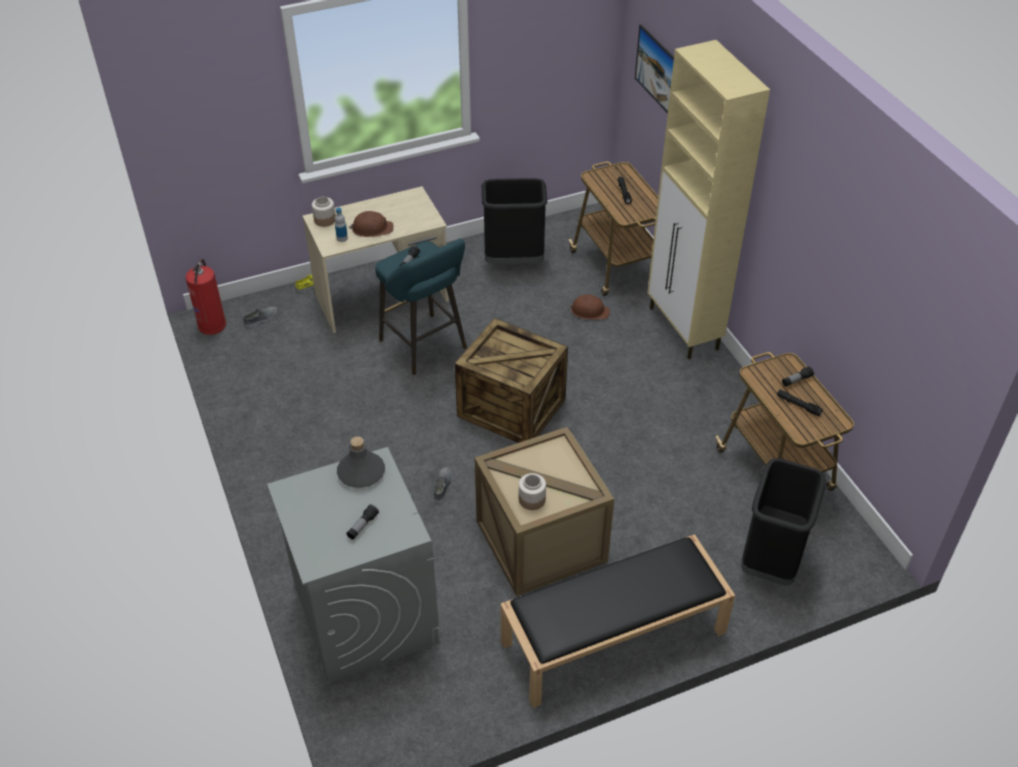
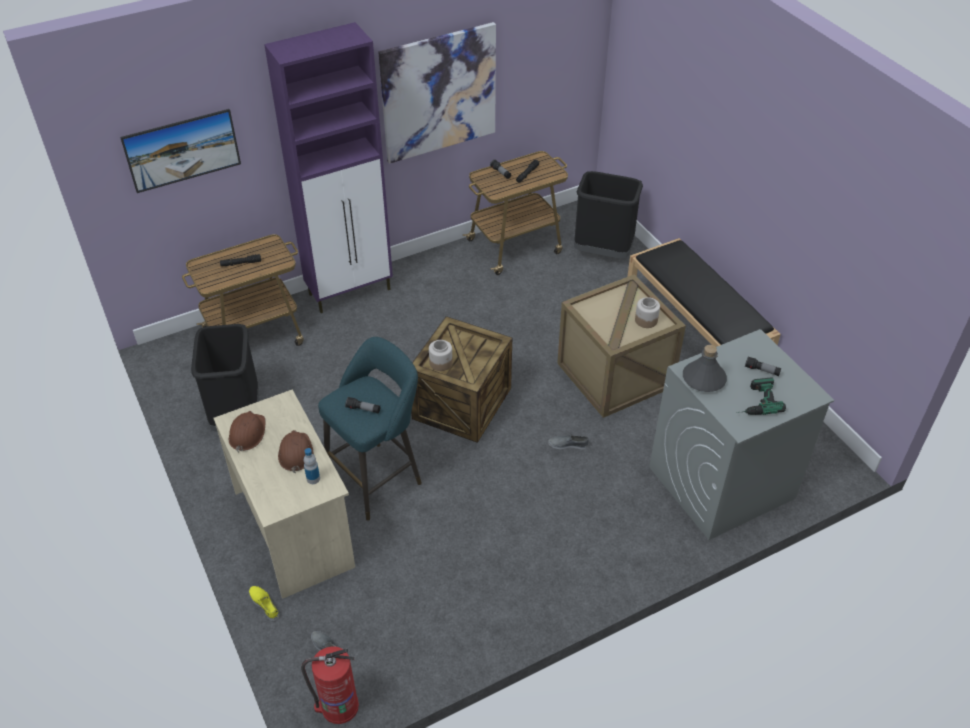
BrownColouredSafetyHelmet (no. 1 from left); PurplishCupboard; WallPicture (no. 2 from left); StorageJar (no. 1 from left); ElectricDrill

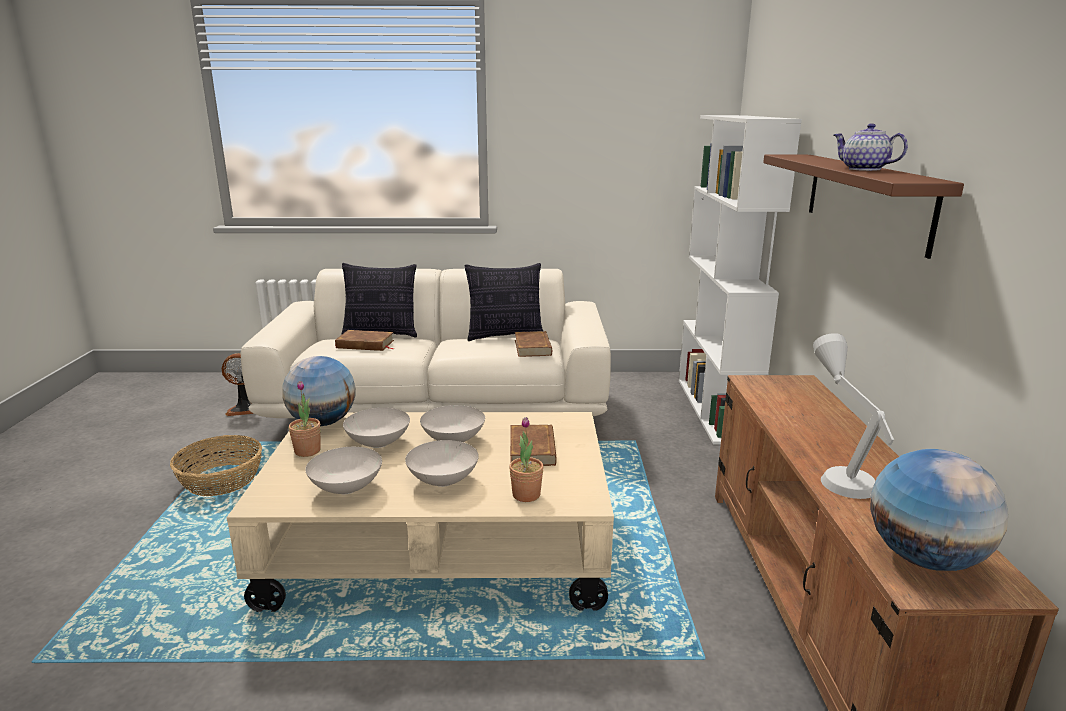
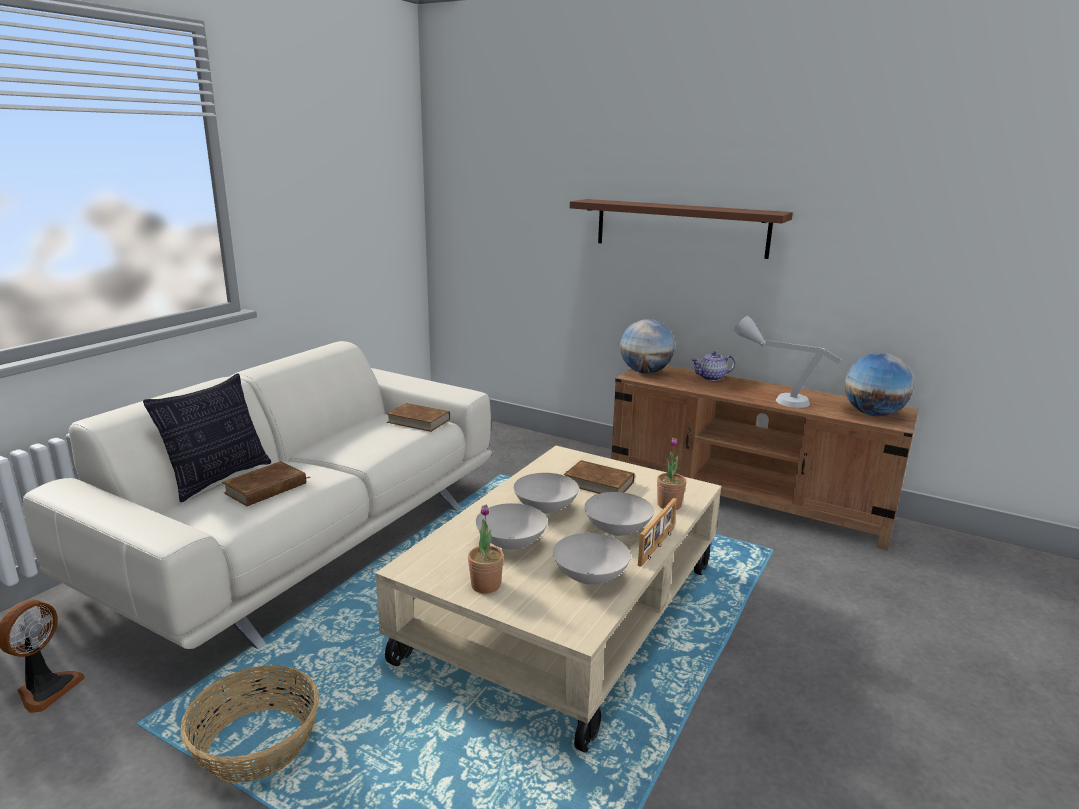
Globe (no. 1 from left); PictureFrame; TeaPot; Cushion (no. 2 from left in the first image); WhiteBookcase

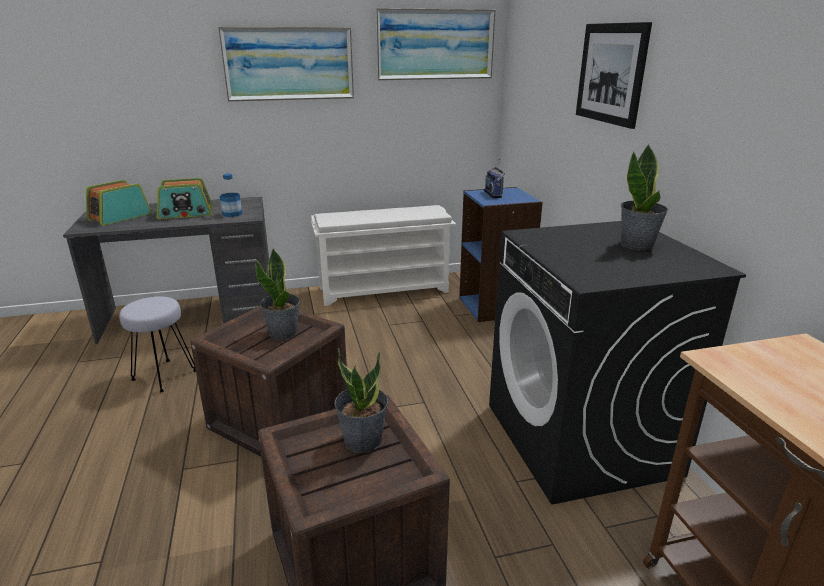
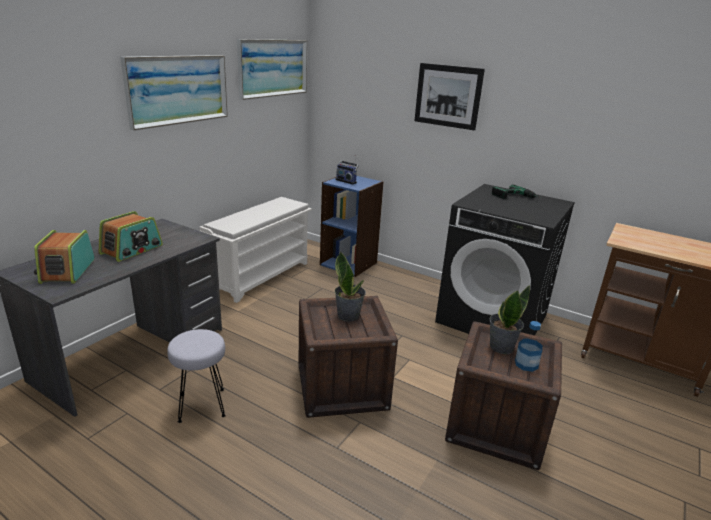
ElectricDrill; DrinkBottle

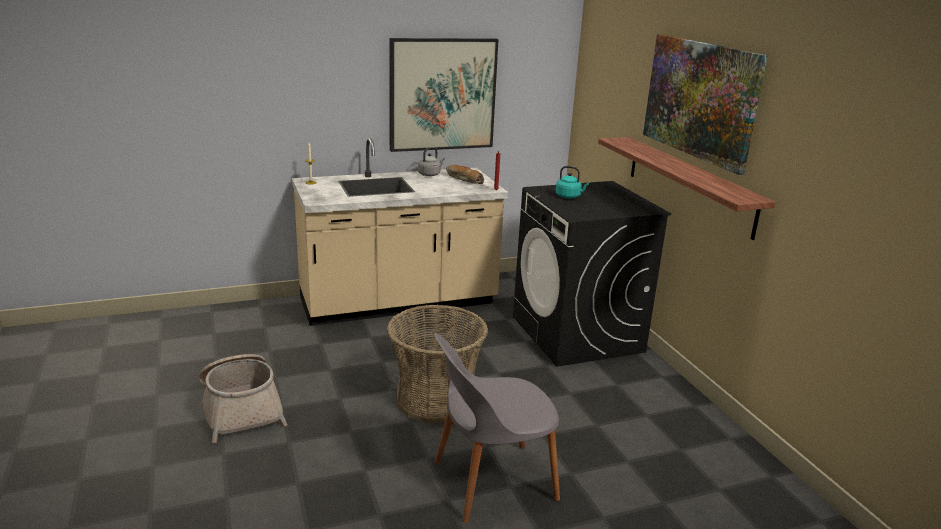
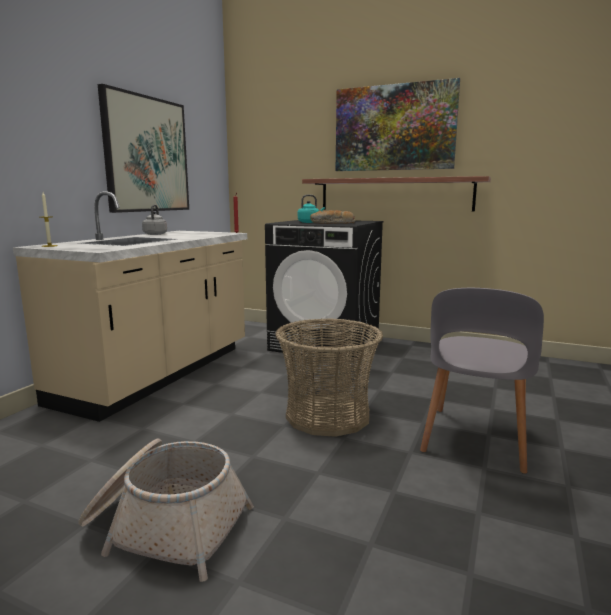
Bread

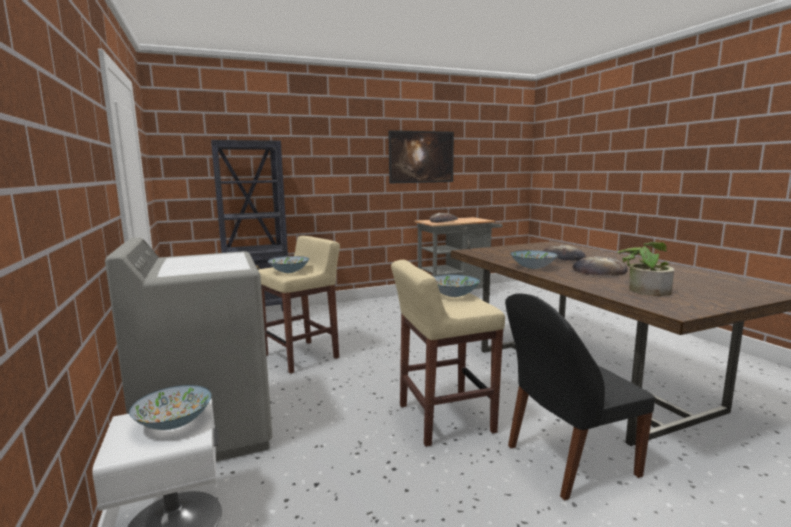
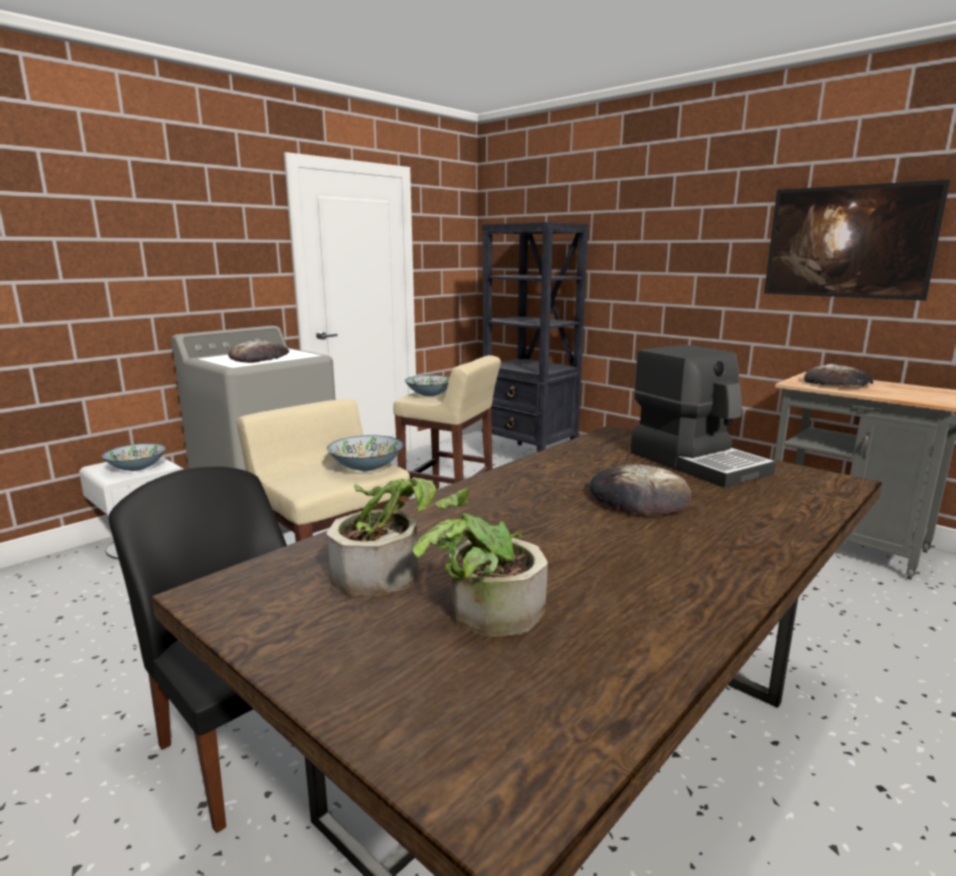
Bread (no. 1 from left); PlantInAPot (no. 2 from left); CoffeeMachine; ServingBowl (no. 4 from left in the first image)

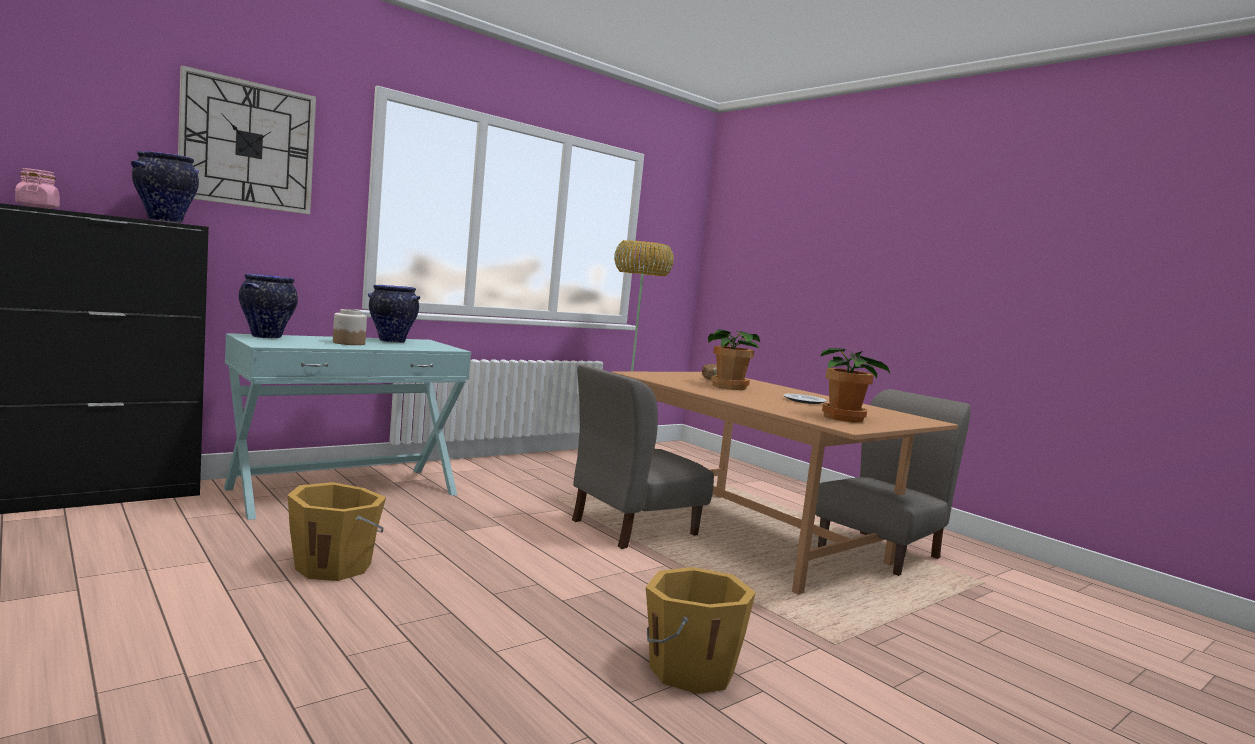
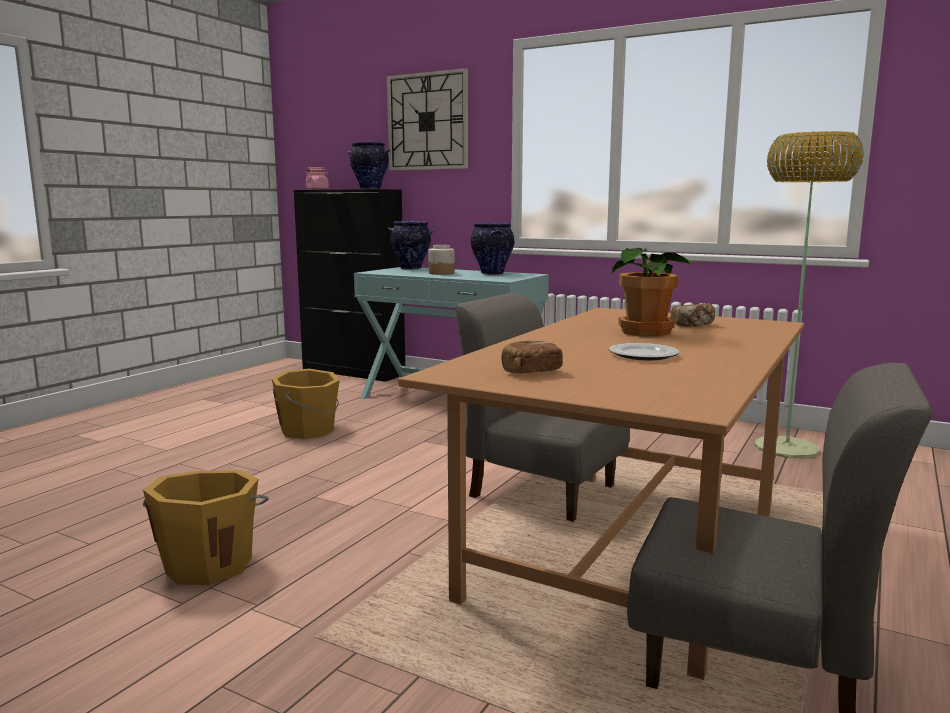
Bread (no. 1 from left)

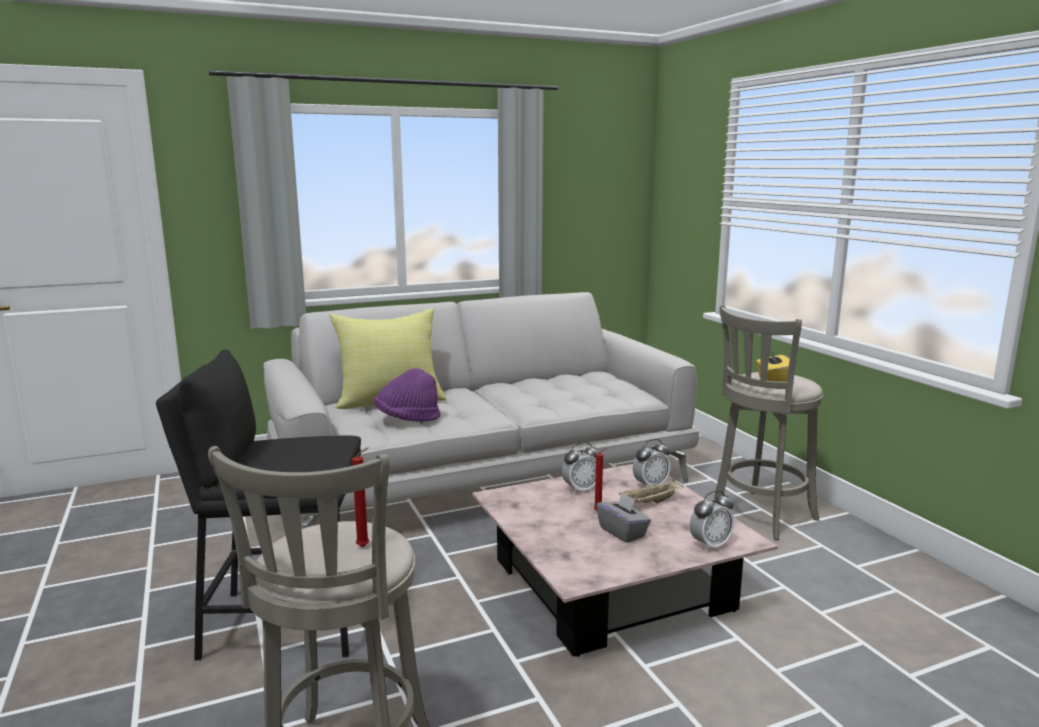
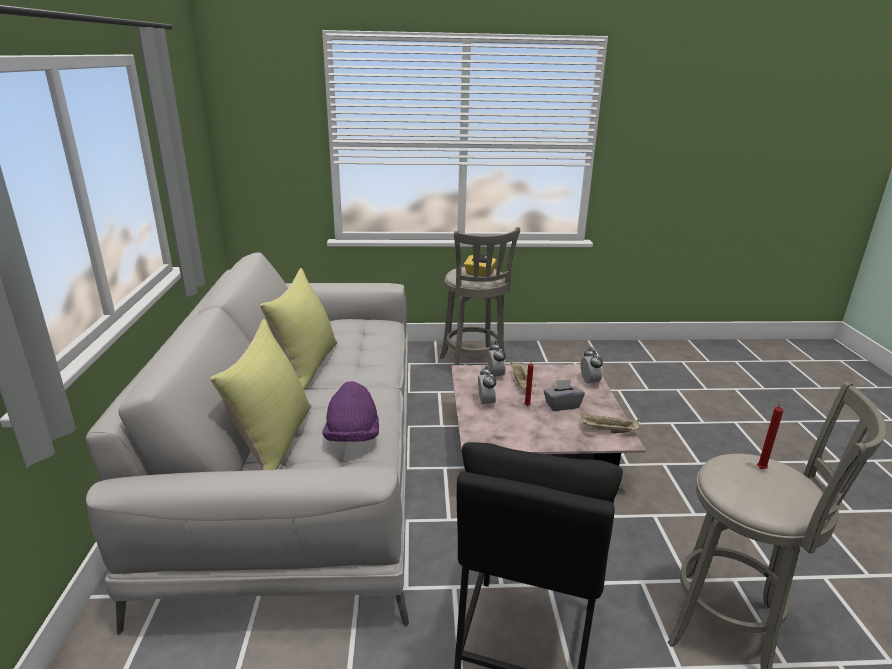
YellowColouredCushion (no. 2 from left); SandColouredServingTray (no. 2 from left)

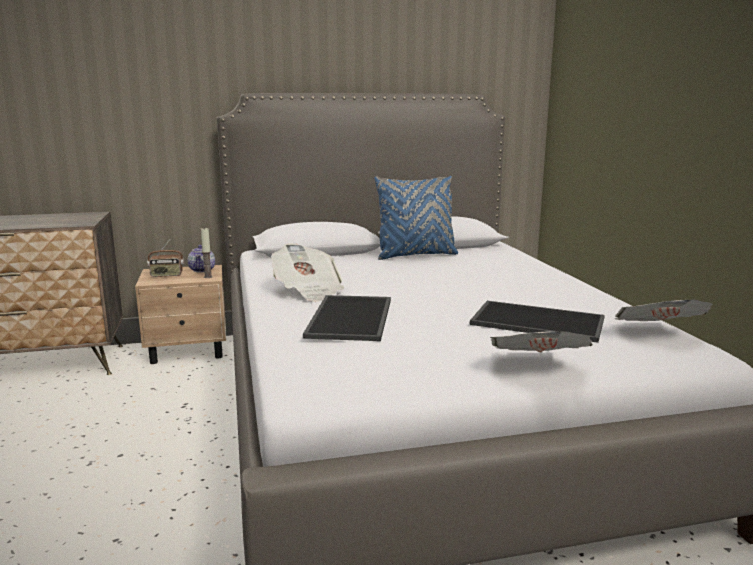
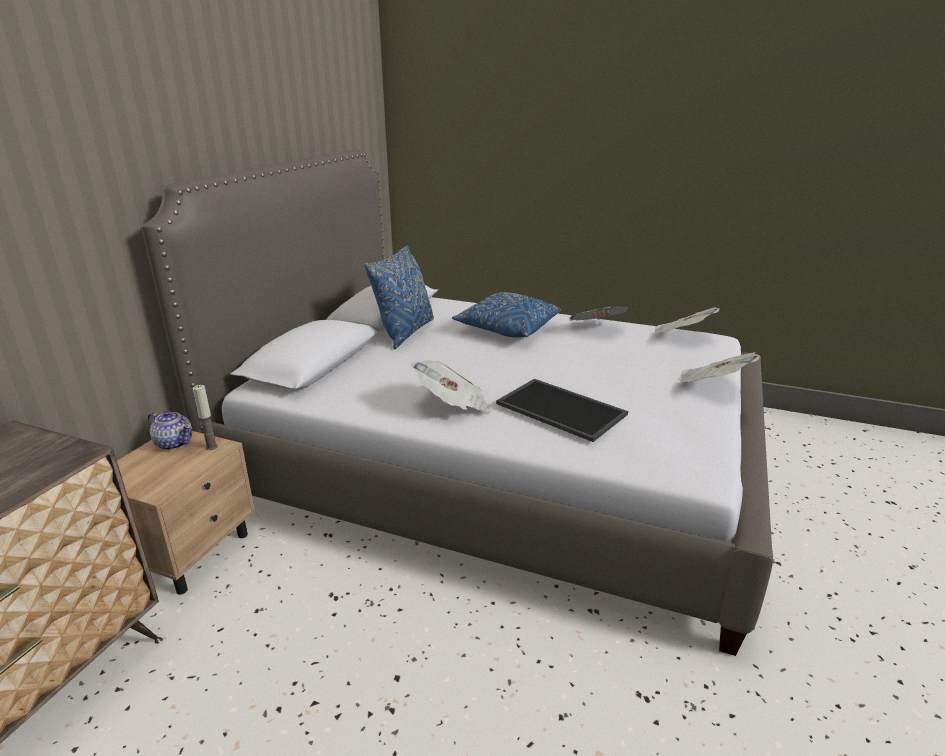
BlueColouredCushion (no. 2 from left); Newspaper (no. 2 from left); Radio; ServingTray (no. 2 from left in the first image)

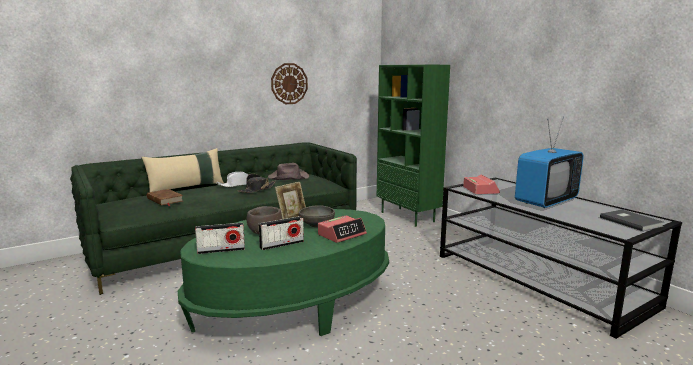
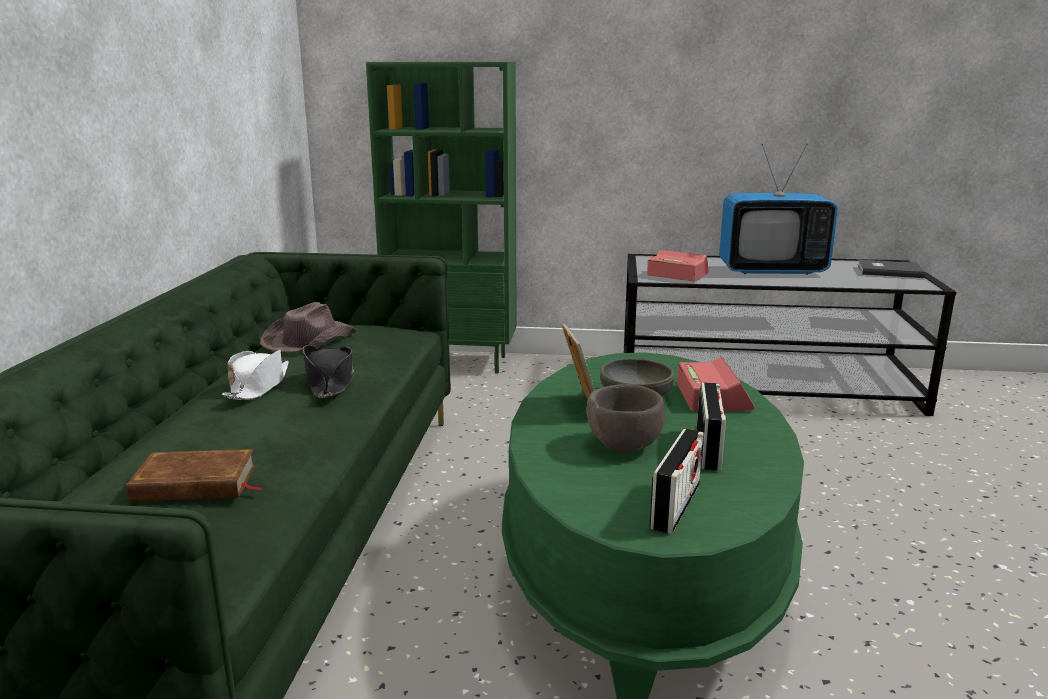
Tv; SandColouredCushion; WallClock

